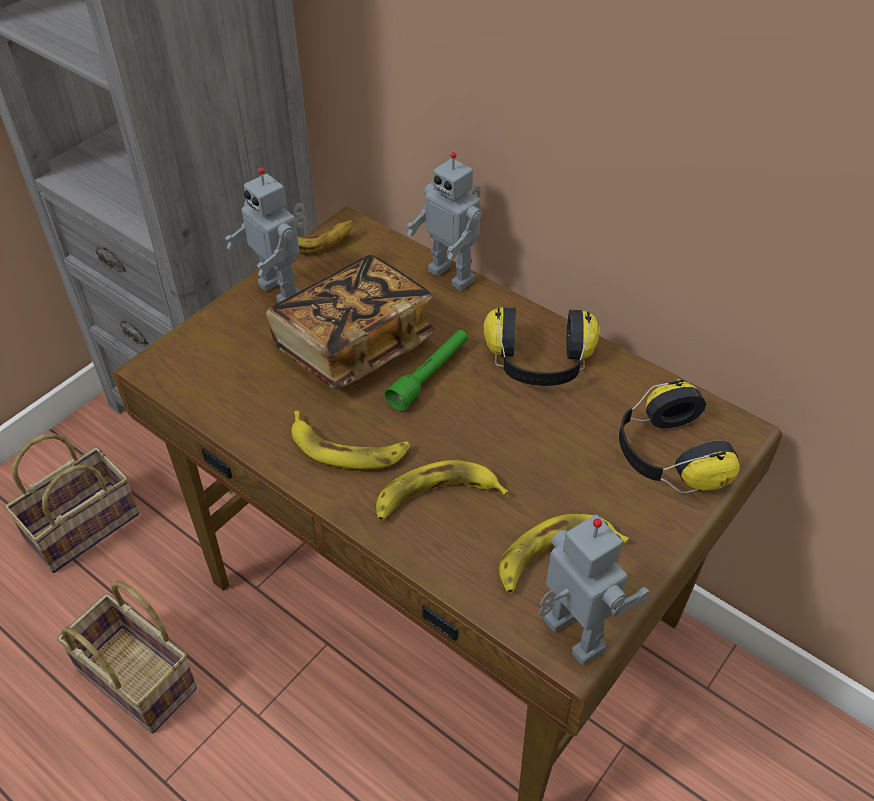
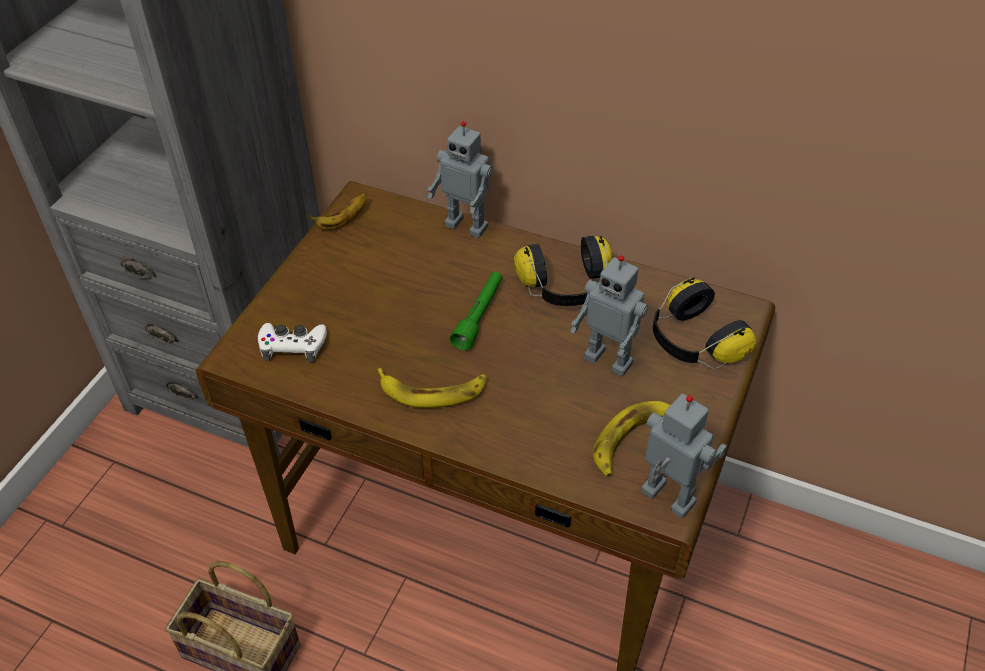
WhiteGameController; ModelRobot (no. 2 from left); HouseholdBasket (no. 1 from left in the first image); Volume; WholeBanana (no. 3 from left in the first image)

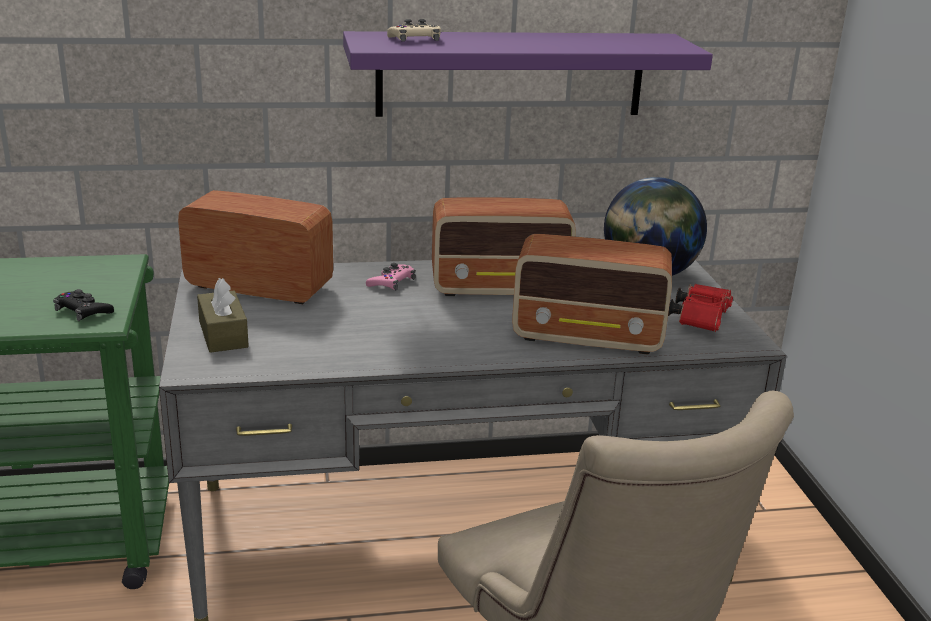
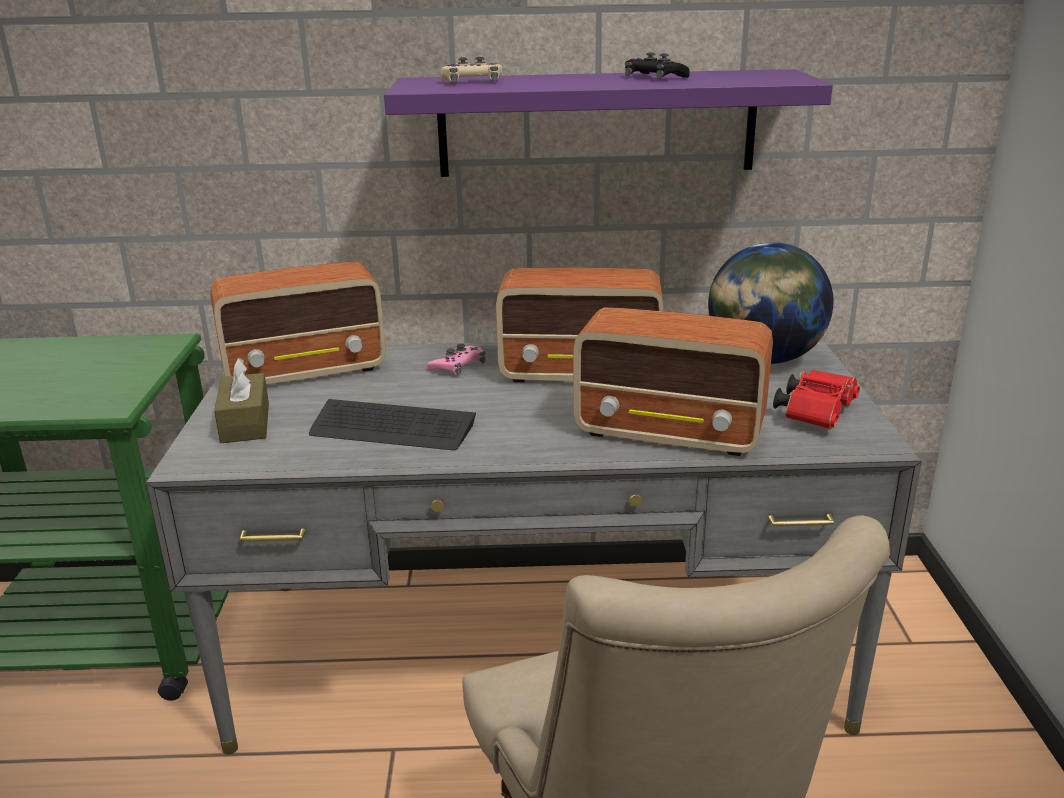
Radio (no. 1 from left); PcKeyboard; BlackGameController

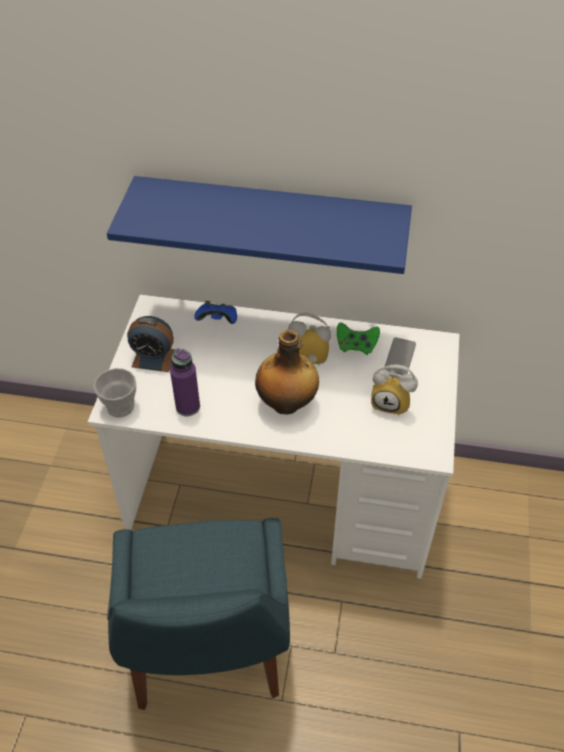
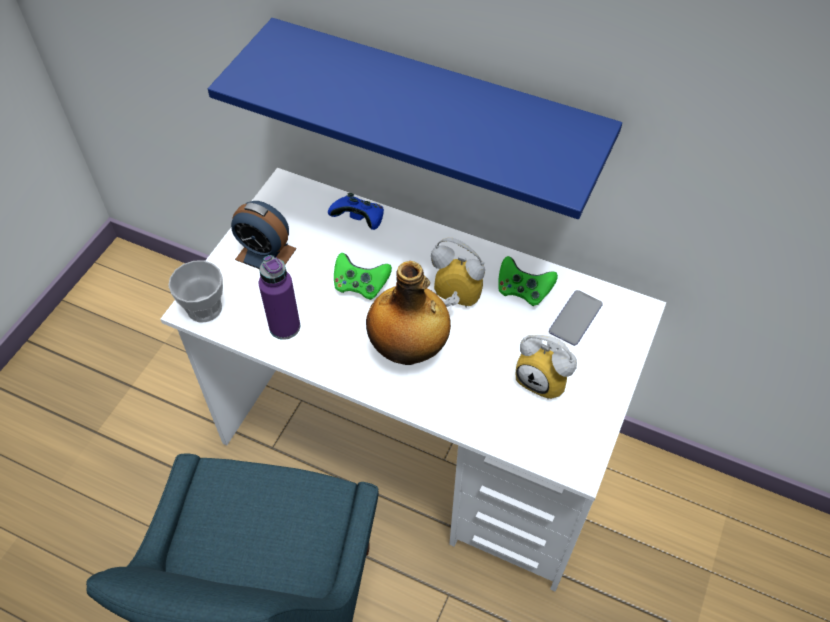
GreenColouredGameController (no. 1 from left)

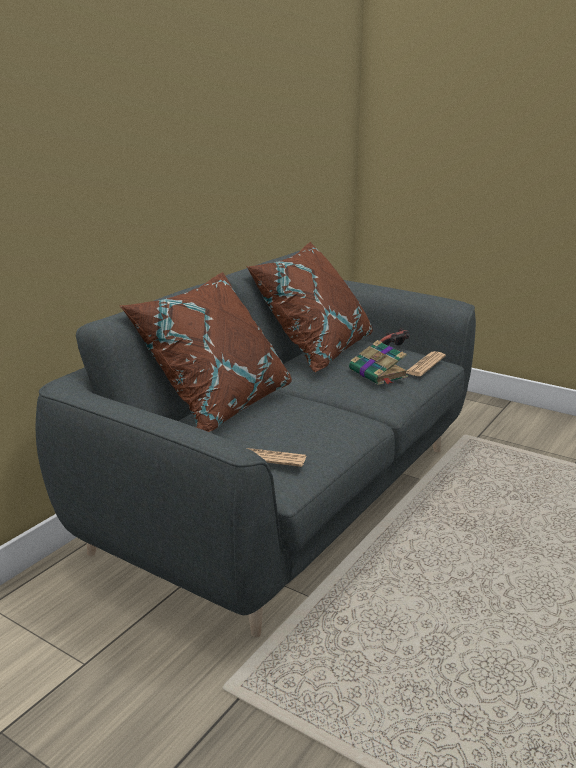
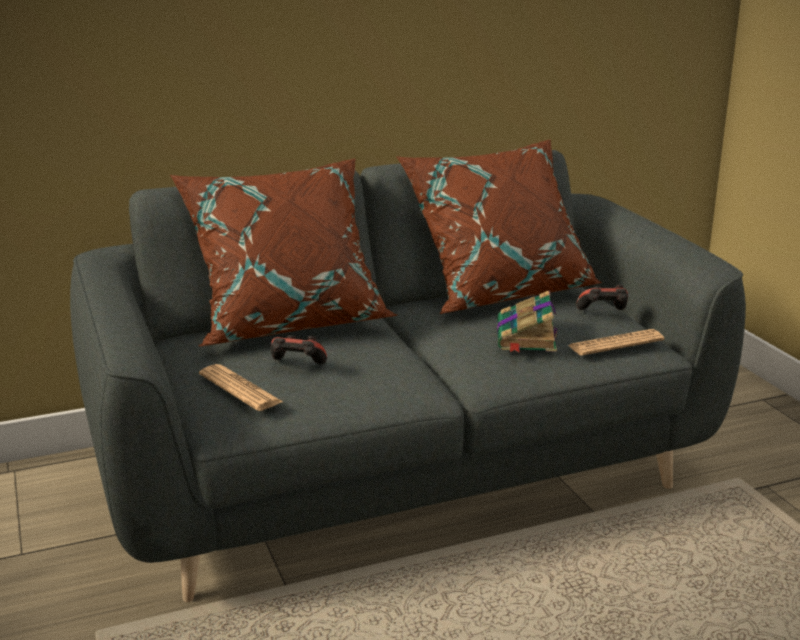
GameController (no. 1 from left)

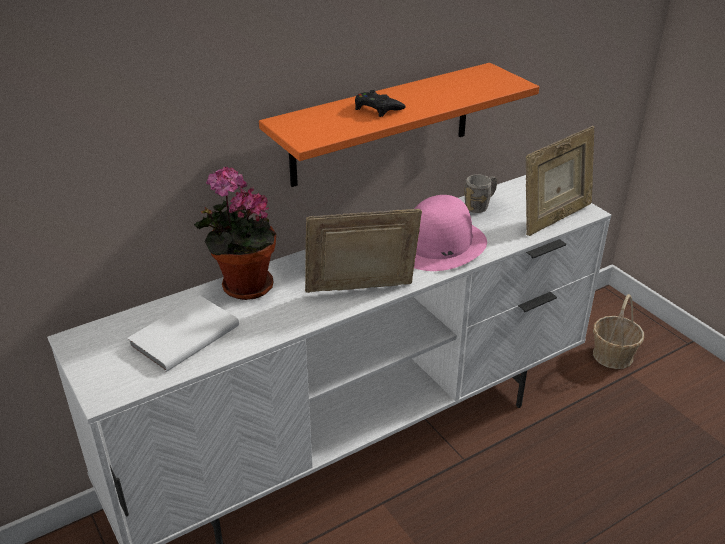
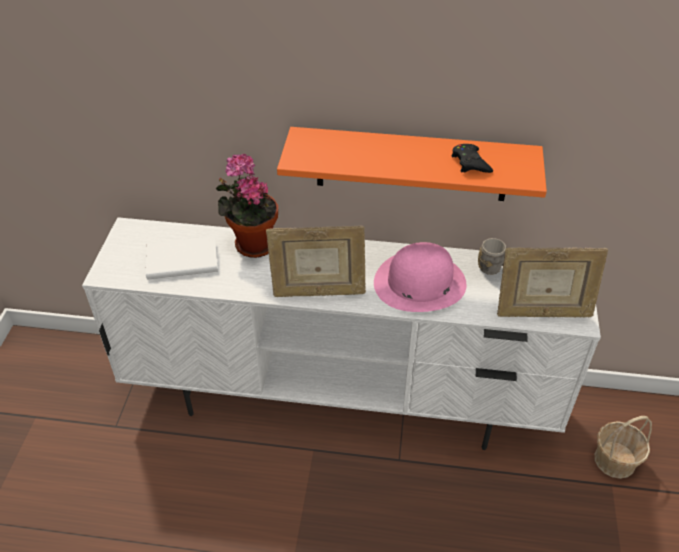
PictureFrame (no. 1 from left); BlackGameController

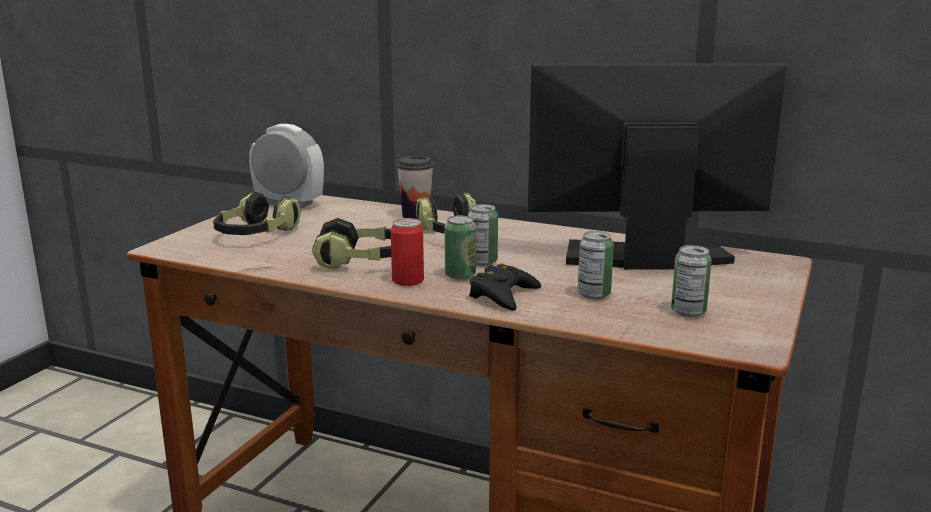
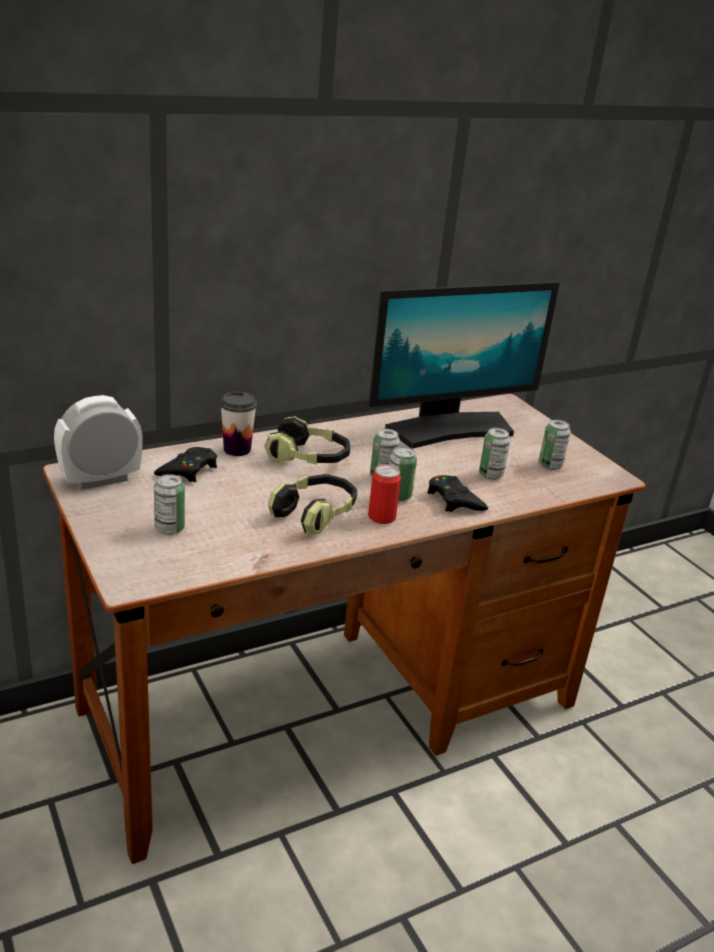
BlackGameController (no. 1 from left); SealedCan (no. 1 from left); ComputerDisplay

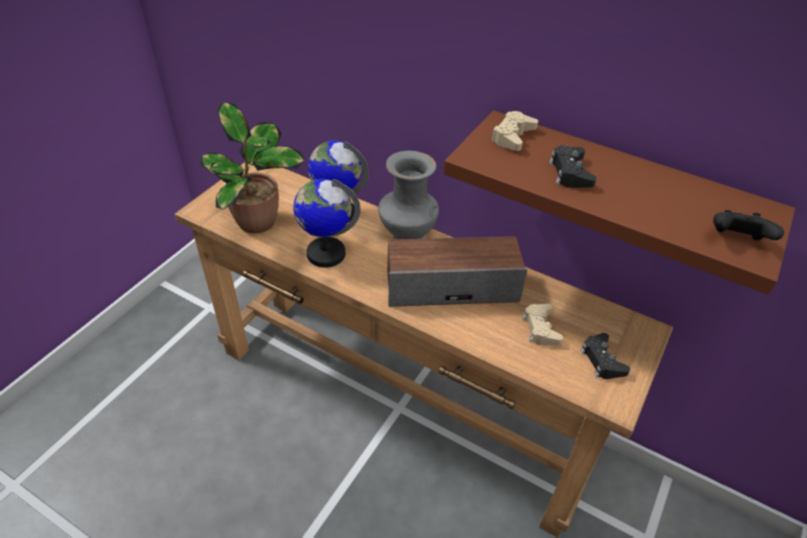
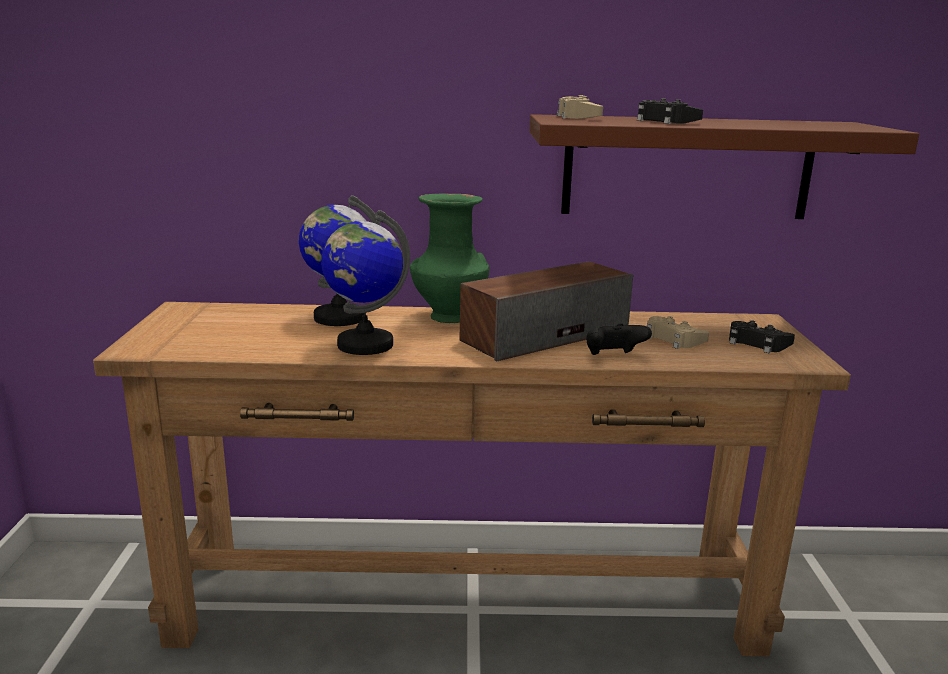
GreenColouredFlowerVase; BlackGameController (no. 1 from left); PlantInAPot

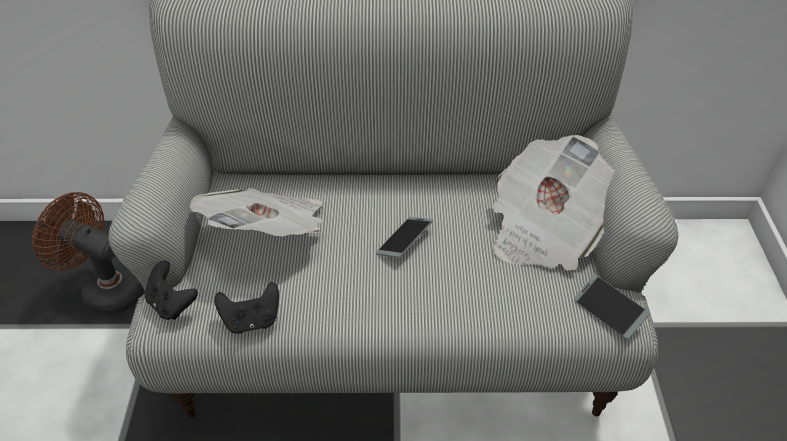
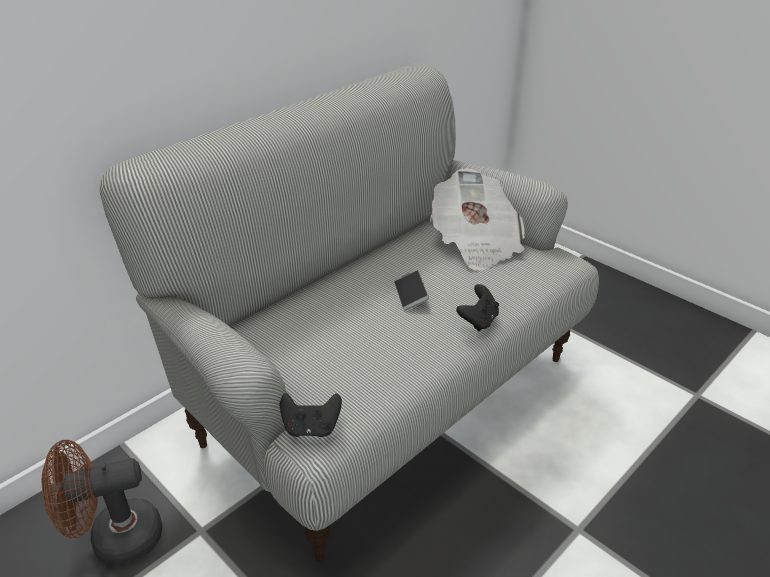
BlackGameController (no. 2 from left); Newspaper (no. 1 from left in the first image); Phone (no. 2 from left in the first image)

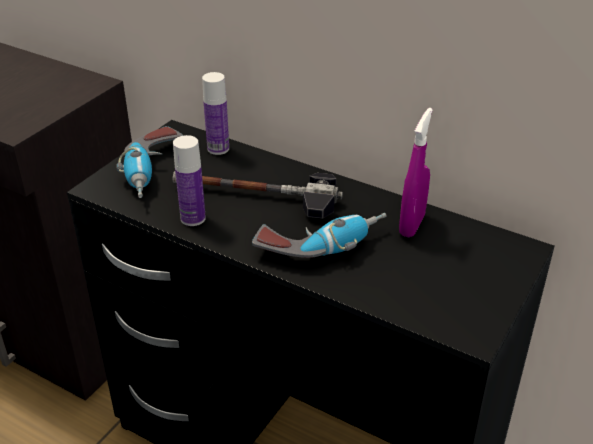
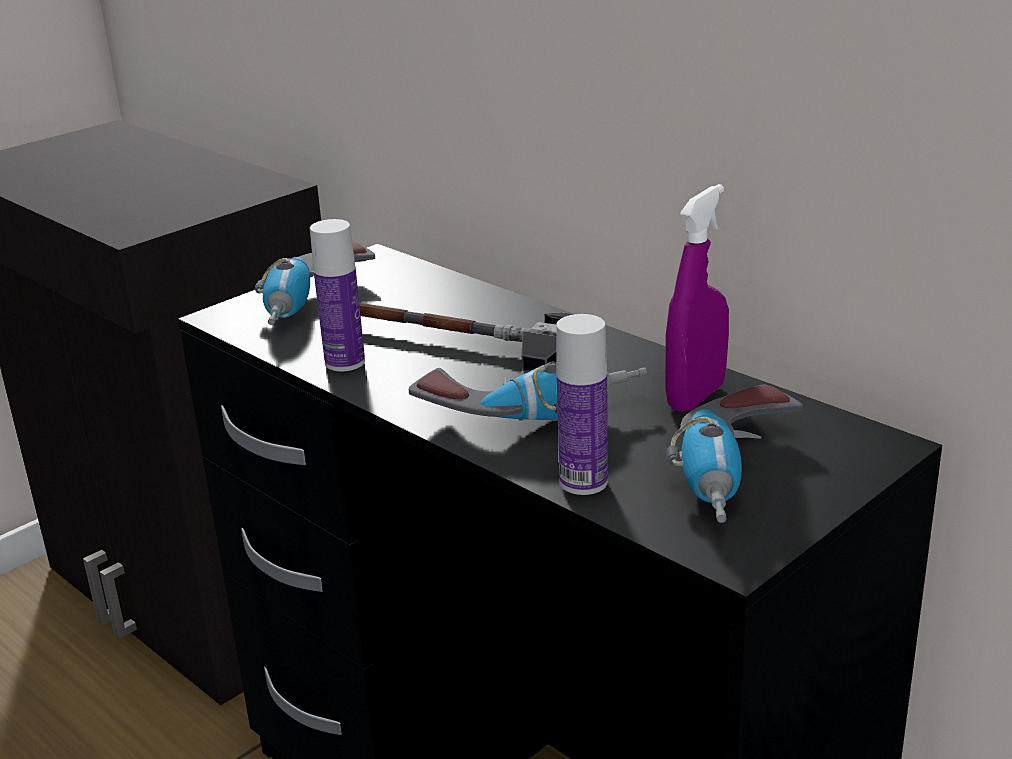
DrinkBottle (no. 2 from left); ElectricDrill (no. 3 from left)

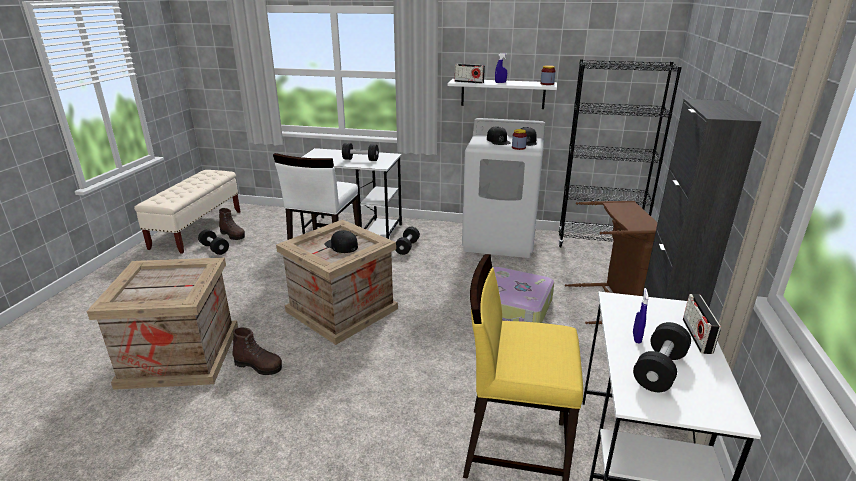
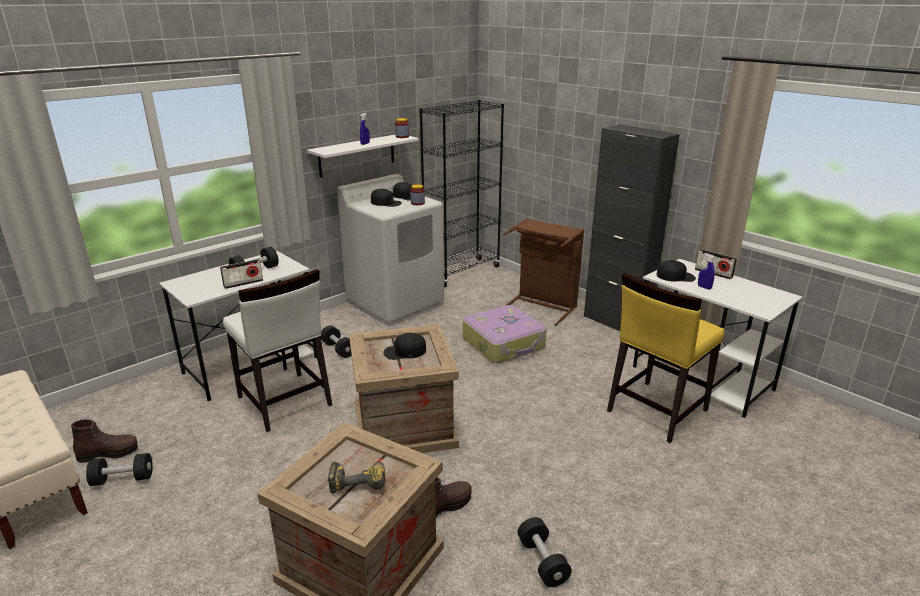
Radio (no. 1 from left); ElectricDrill; BlackFreeWeight (no. 4 from left); BlackCap (no. 4 from left)

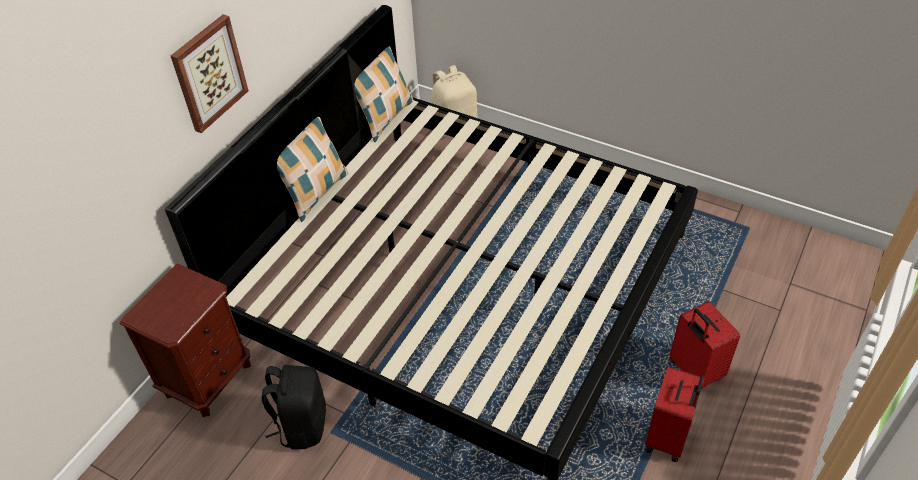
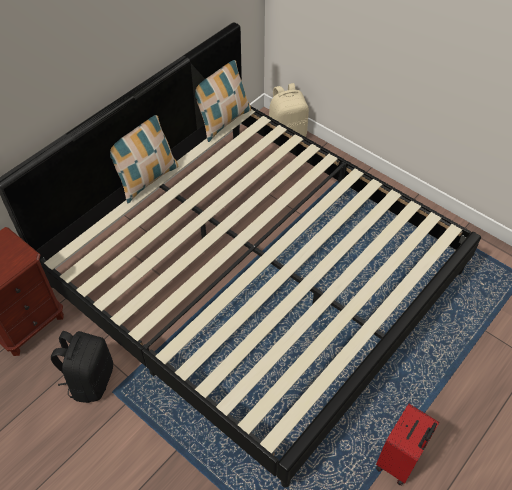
WallPicture; RedColouredTravelCase (no. 2 from left in the first image)

